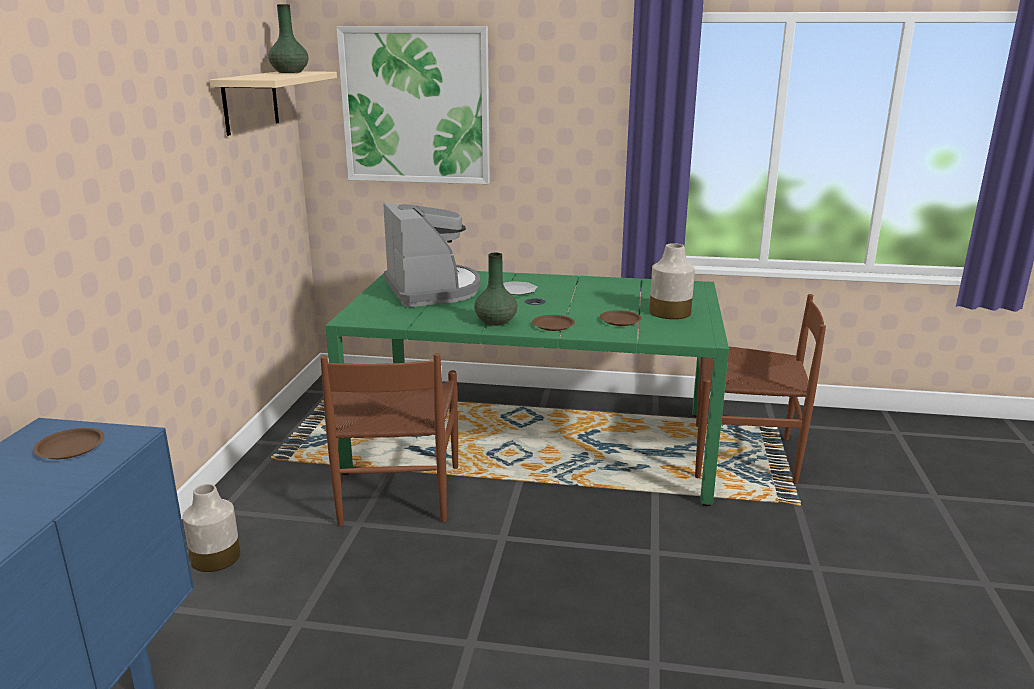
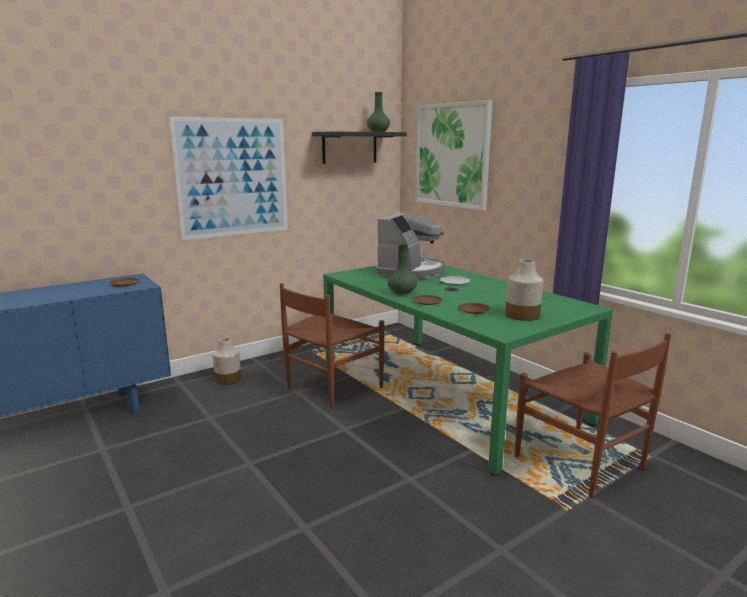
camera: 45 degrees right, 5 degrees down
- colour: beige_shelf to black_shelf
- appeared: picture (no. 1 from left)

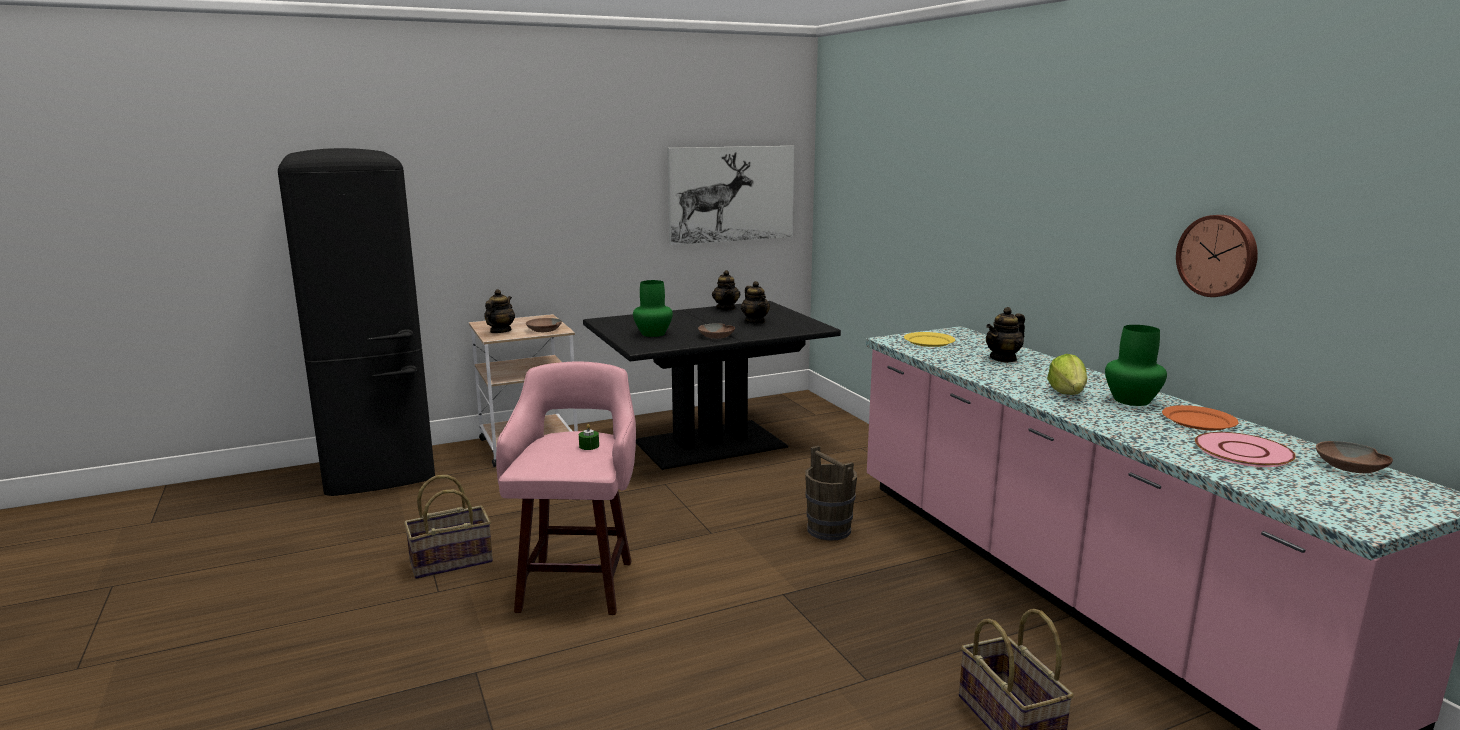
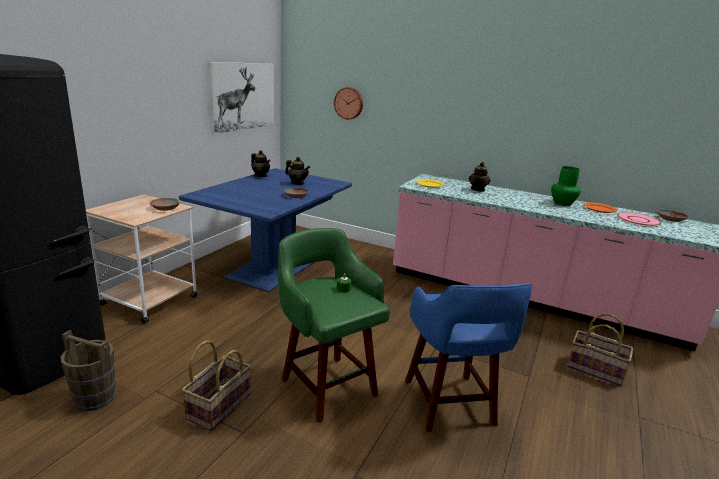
camera: 40 degrees left, 5 degrees up
- relocated: wall_clock
- missing: green_vase (no. 1 from left)
- missing: teapot (no. 1 from left)
- colour: black_dining_table to blue_dining_table
- missing: lettuce
- colour: pink_stool to green_stool
- relocated: brown_bucket
- appeared: blue_stool

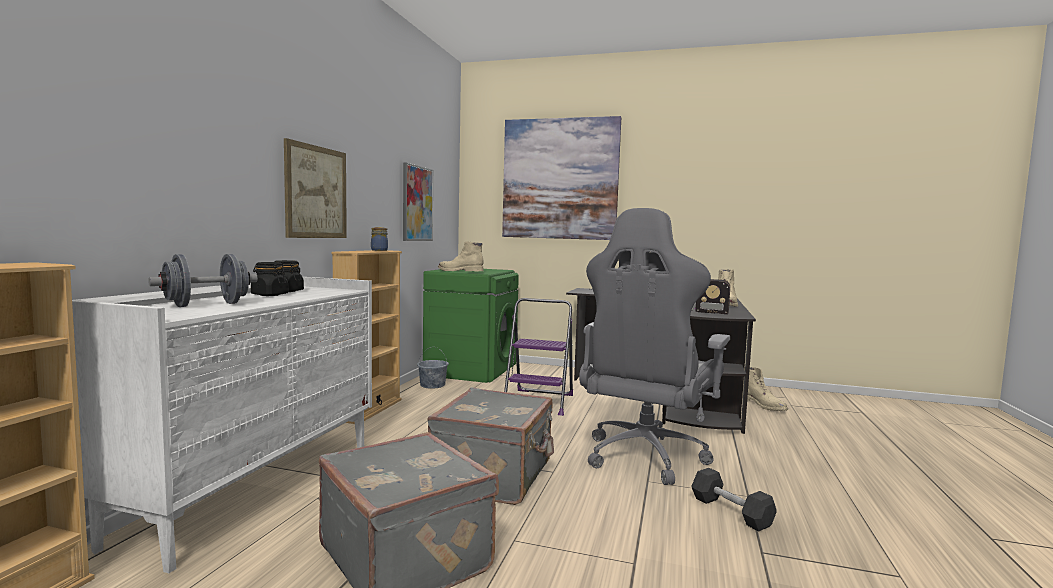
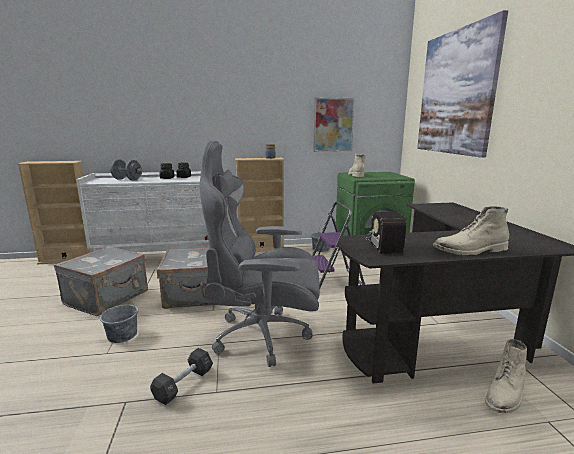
camera: 65 degrees right, 10 degrees up
- missing: picture (no. 1 from left)
- appeared: grey_bucket (no. 1 from left)

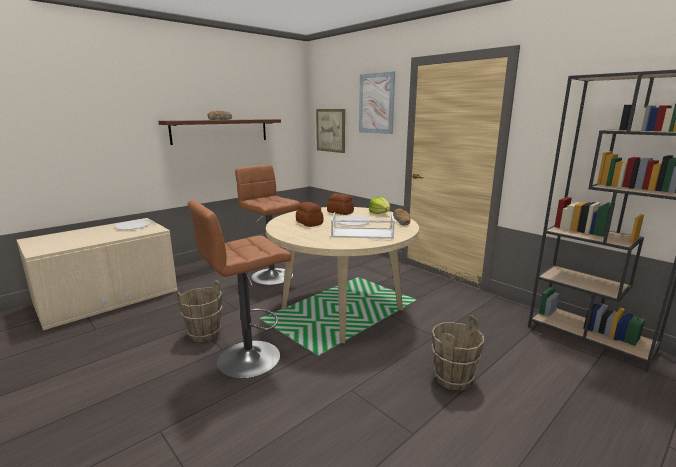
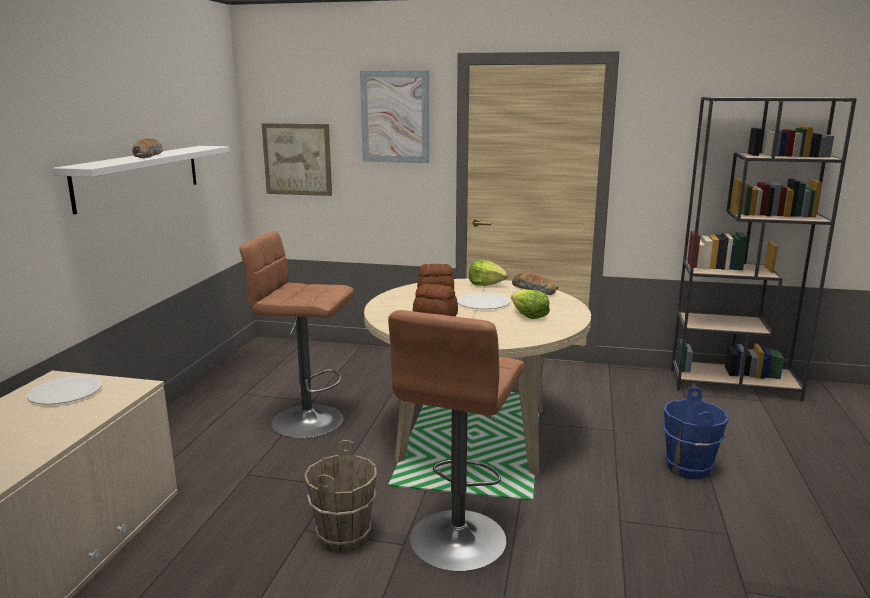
camera: 35 degrees left, 0 degrees up
- colour: brown_shelf to white_shelf
- exchanged: white_tray to lettuce (no. 2 from left)
- colour: brown_bucket (no. 2 from left) to blue_bucket

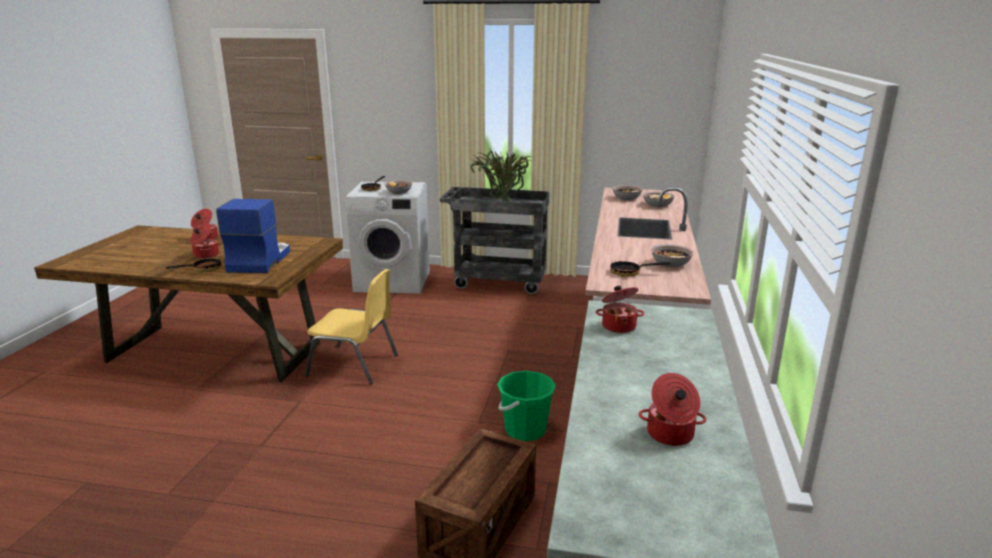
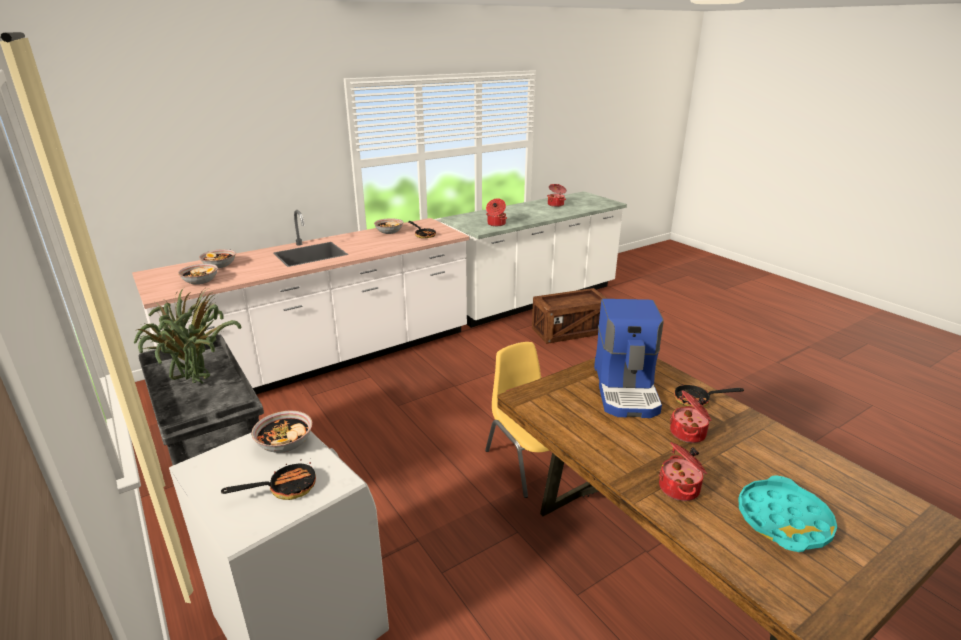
camera: 135 degrees left, 5 degrees up
- spun: coffee_machine 45 degrees counterclockwise
- missing: green_bucket
- appeared: turquoise_tray

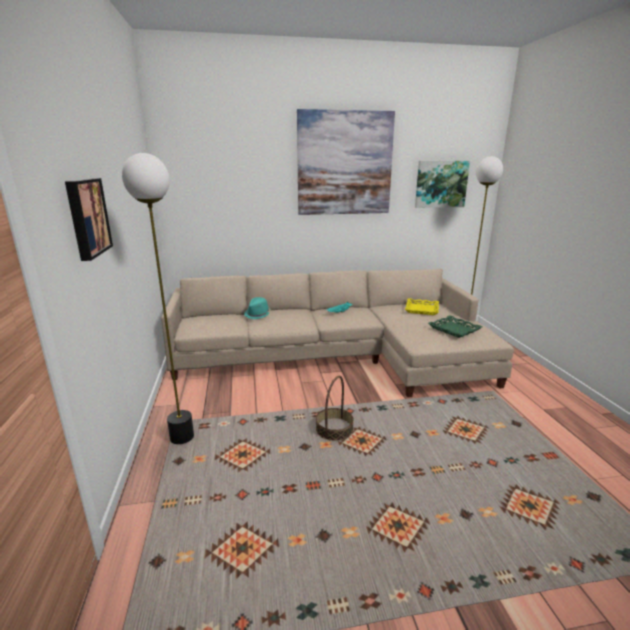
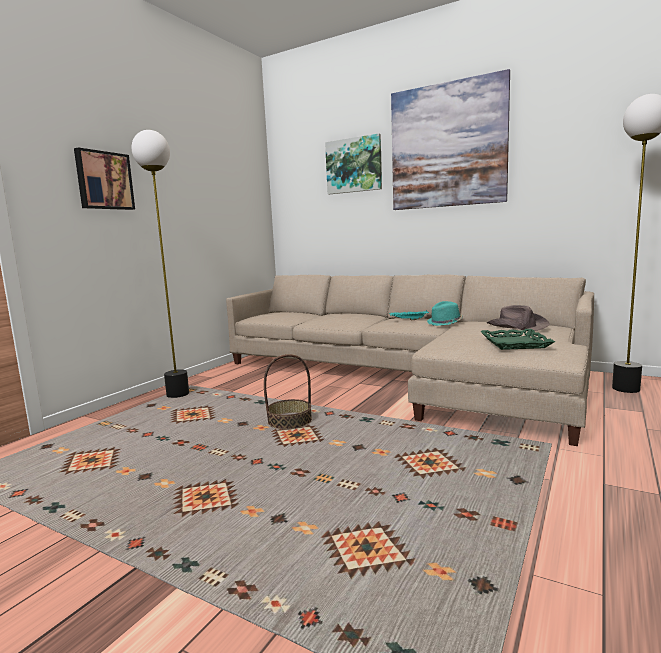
camera: 40 degrees right, 10 degrees down
- relocated: picture (no. 3 from left in the first image) to picture (no. 2 from left)
- relocated: turquoise_hat
- exchanged: yellow_tray to brown_hat

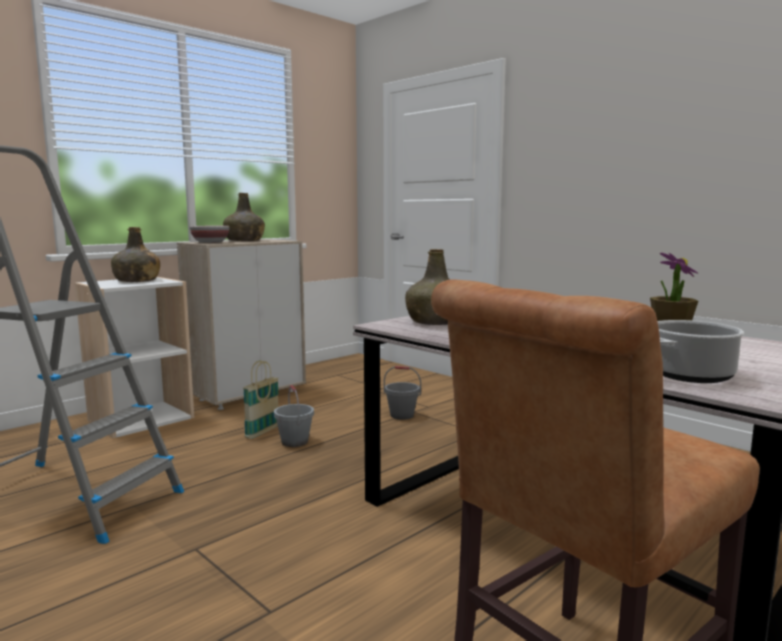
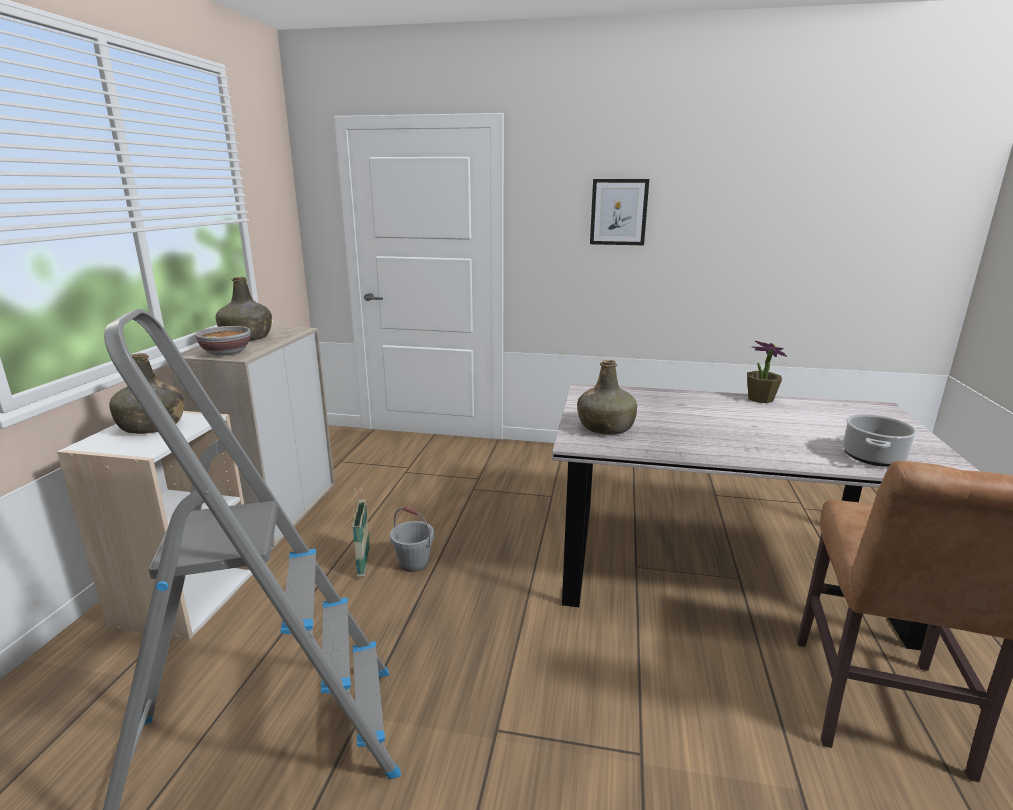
camera: 35 degrees left, 10 degrees up
- missing: grey_bucket (no. 2 from left)
- appeared: picture

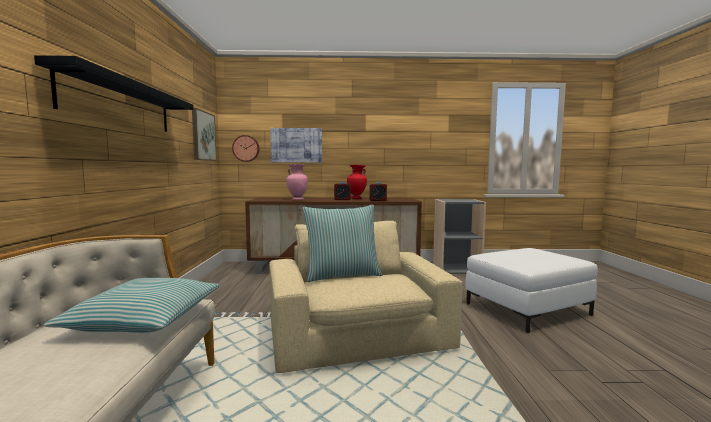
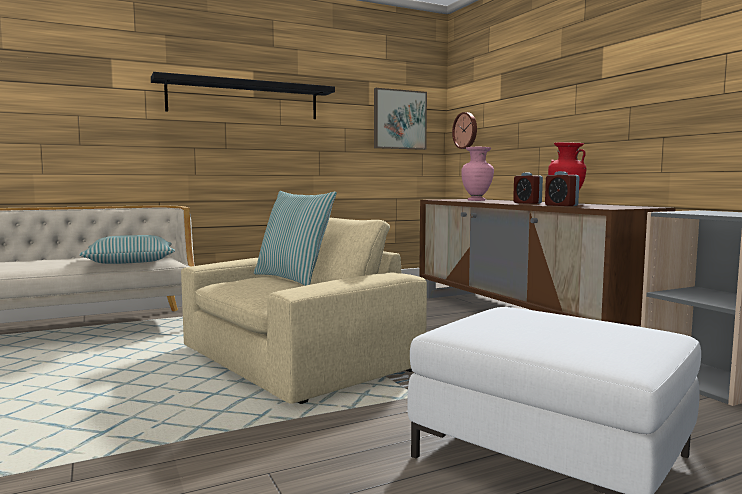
camera: 65 degrees right, 0 degrees up
- missing: picture (no. 2 from left)

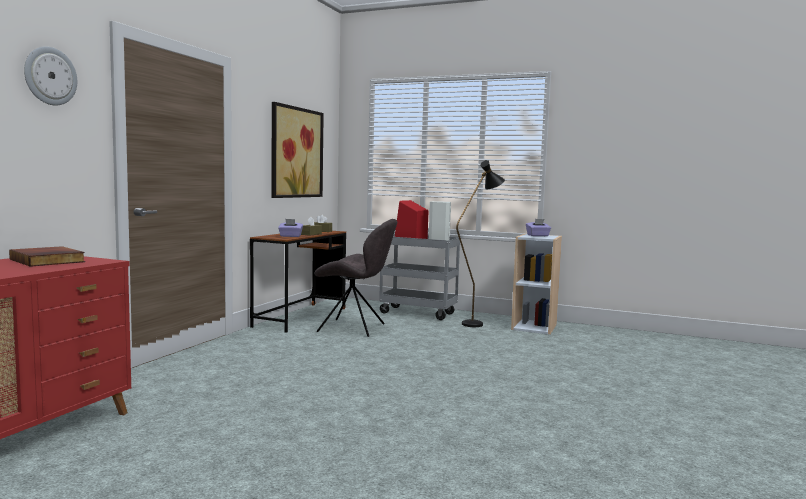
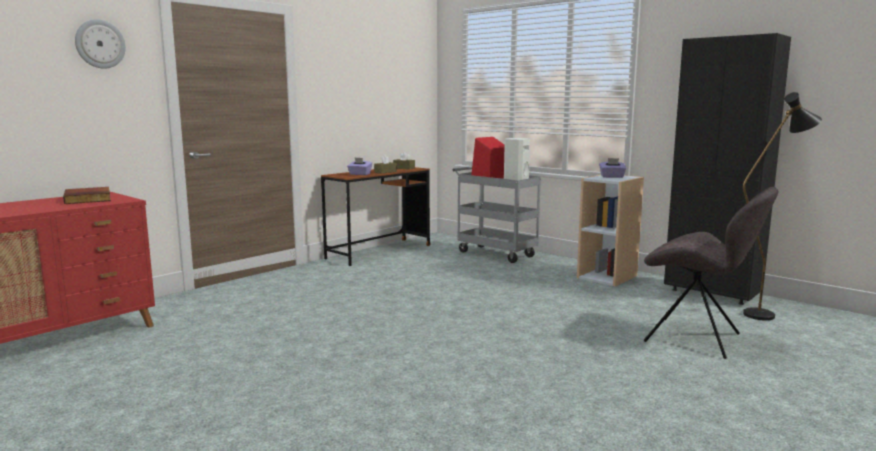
camera: 20 degrees right, 5 degrees up
- missing: picture
- relocated: black_floor_lamp
- relocated: grey_chair
- appeared: black_cabinet

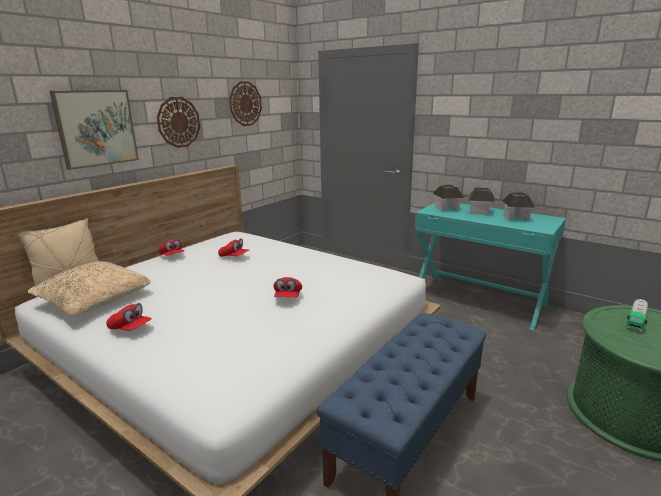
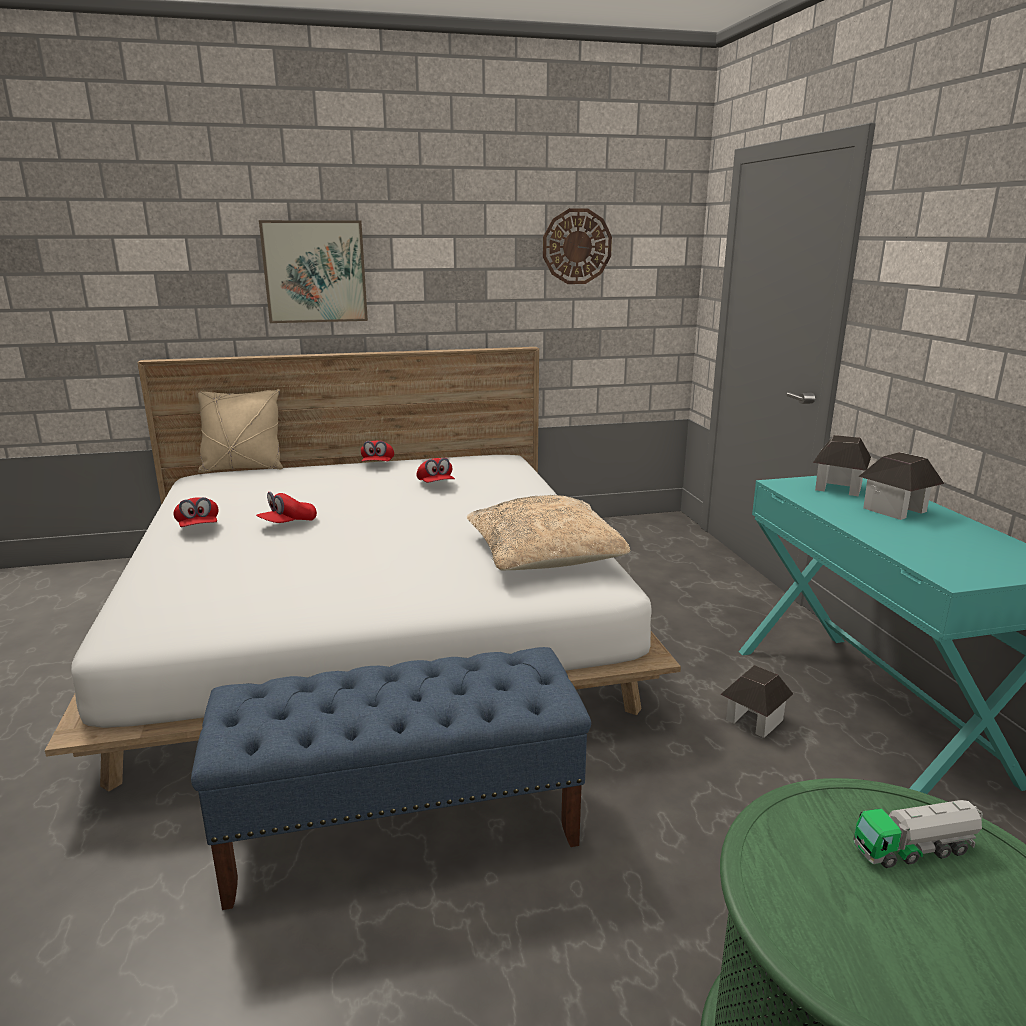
camera: 40 degrees right, 0 degrees up
- missing: wall_clock (no. 1 from left)
- relocated: toy_house (no. 3 from left in the first image) to toy_house (no. 1 from left)
- relocated: beige_pillow (no. 2 from left)
- relocated: red_cap (no. 4 from left in the first image) to red_cap (no. 2 from left)

